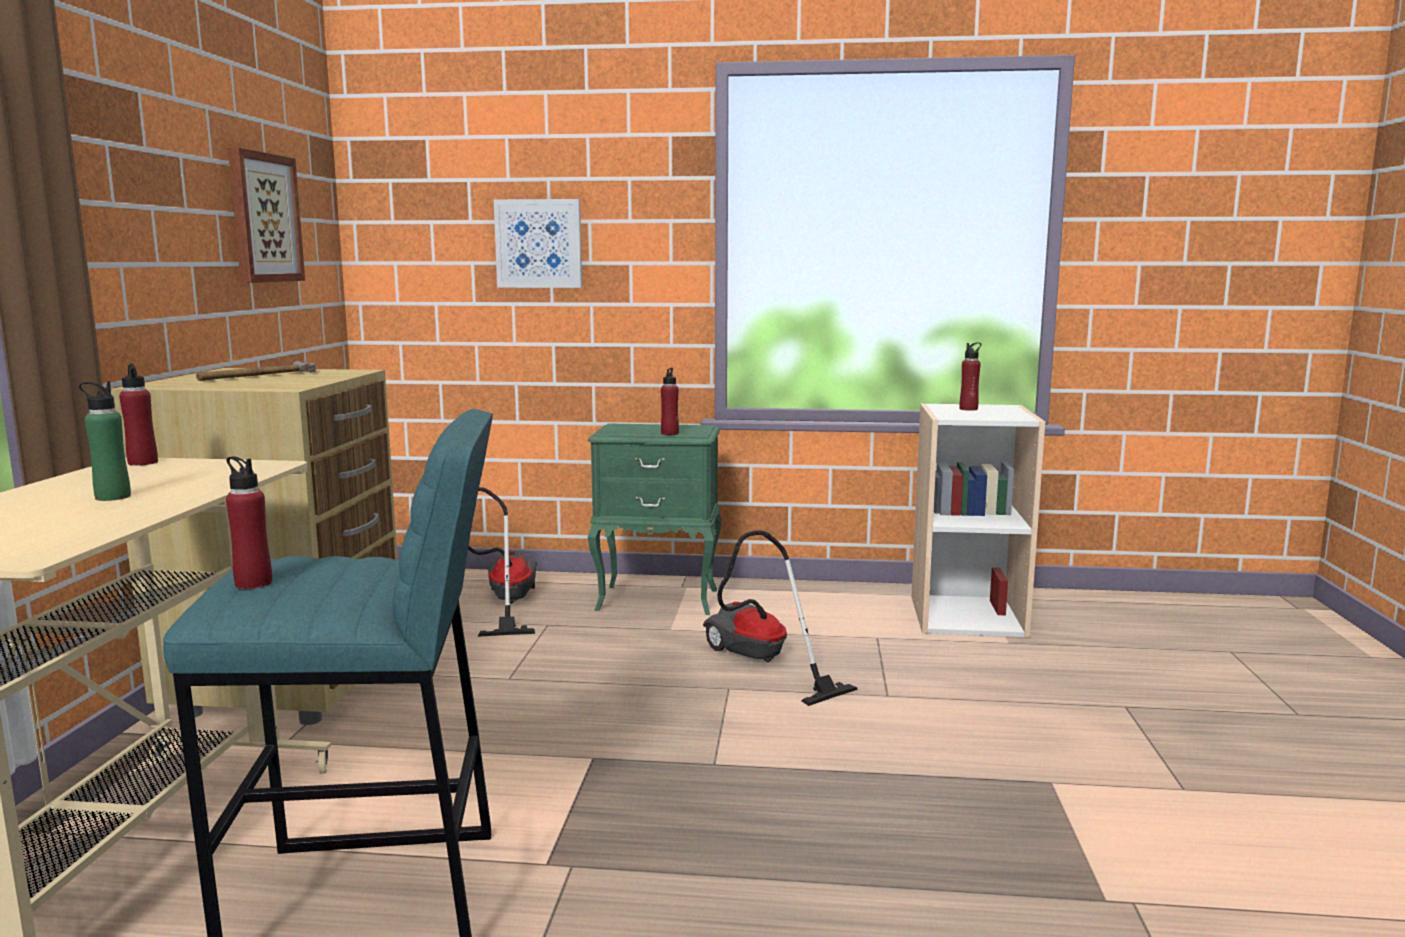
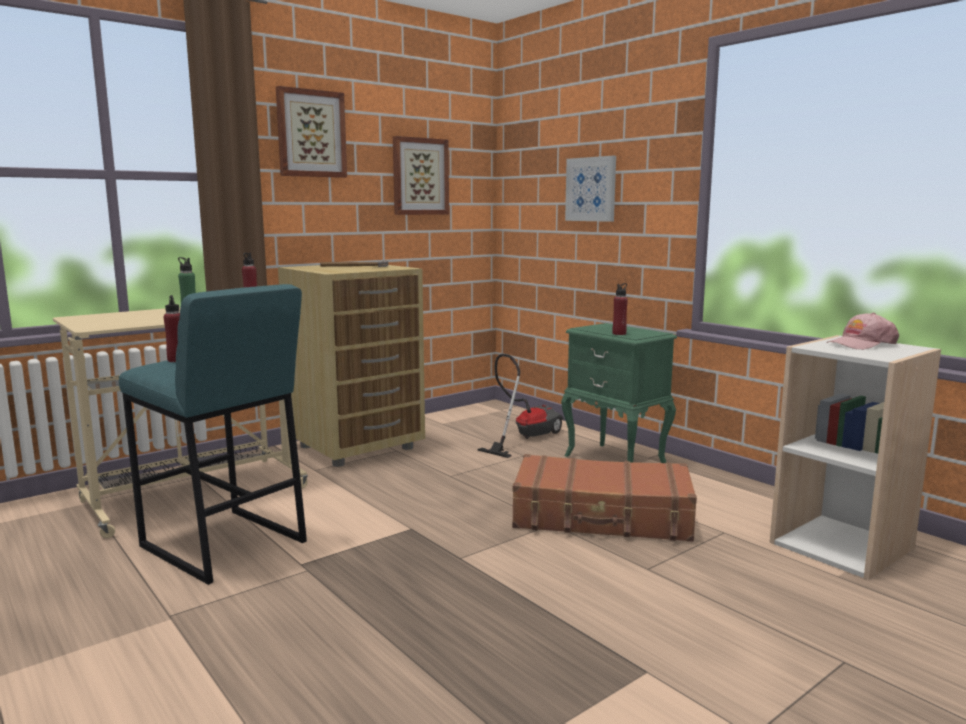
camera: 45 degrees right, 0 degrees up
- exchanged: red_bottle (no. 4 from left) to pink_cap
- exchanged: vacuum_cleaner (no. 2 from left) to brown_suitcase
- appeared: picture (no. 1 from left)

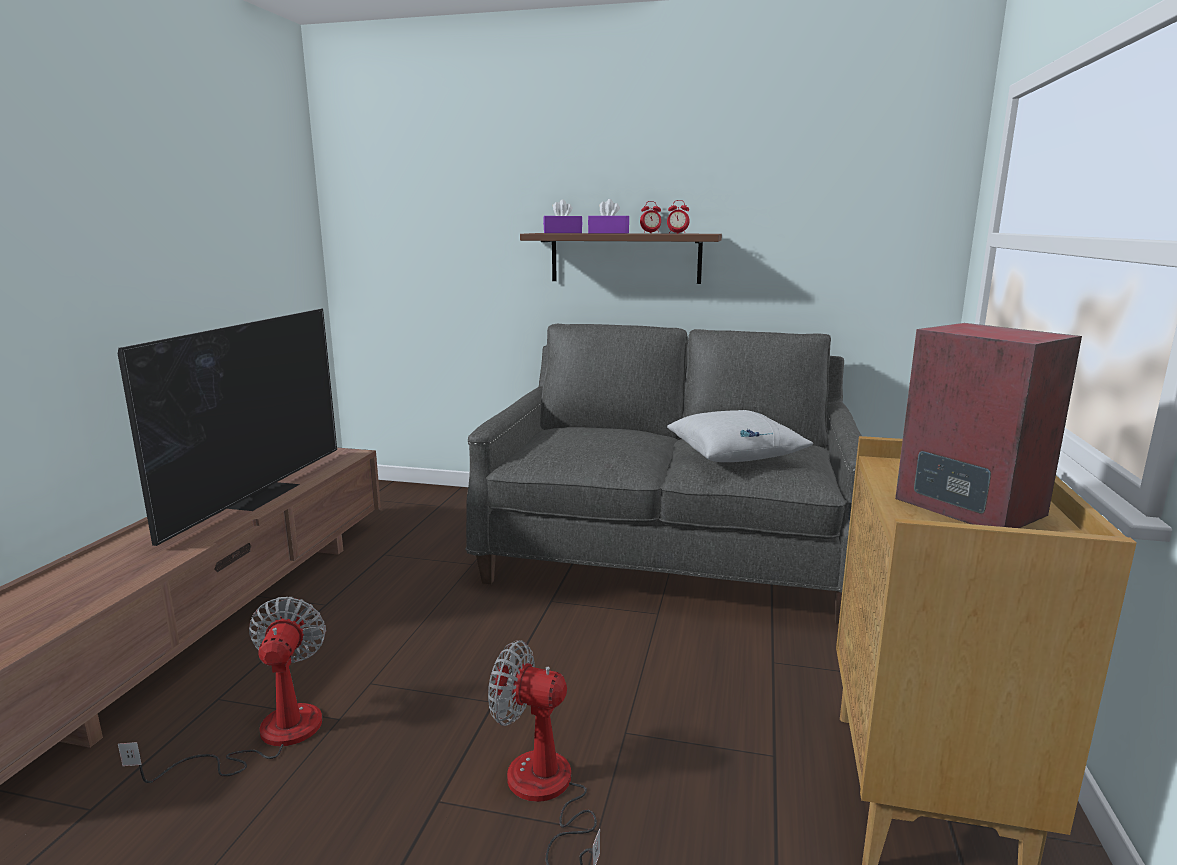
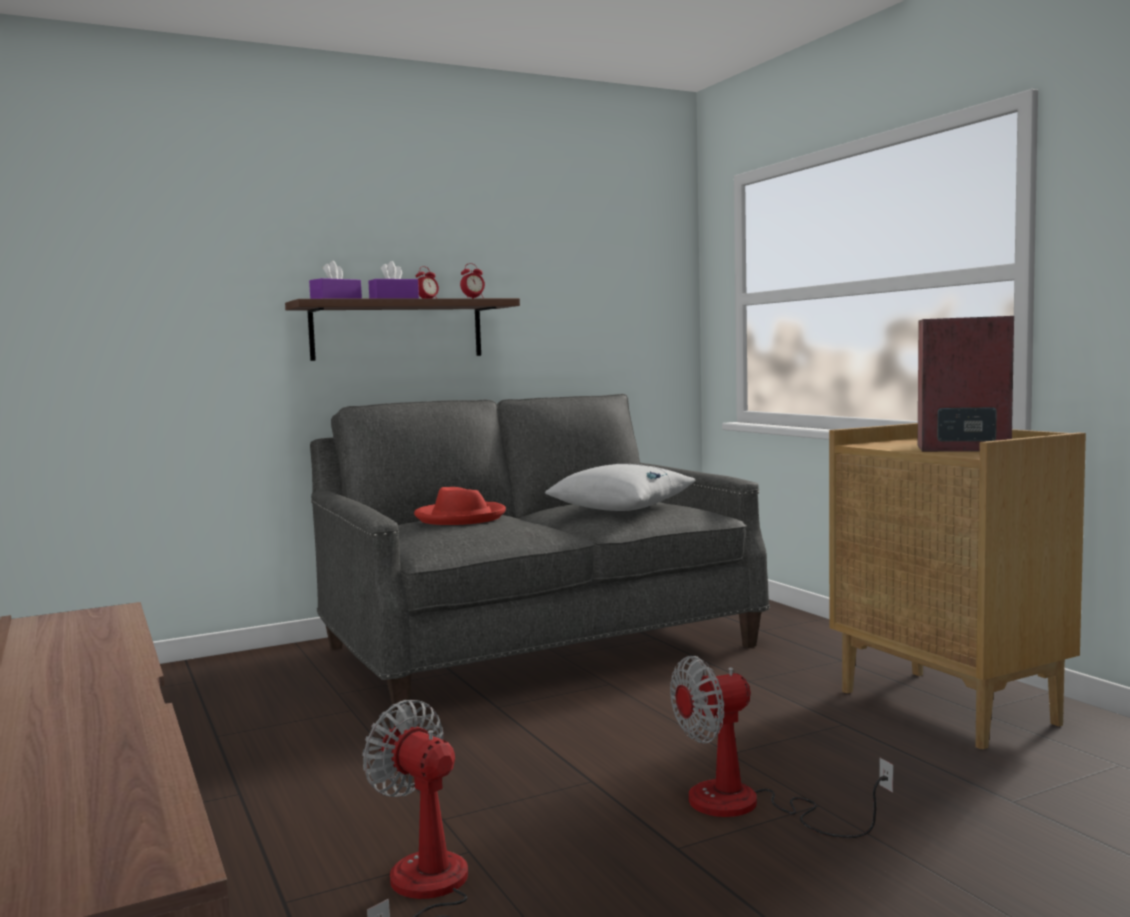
camera: 40 degrees left, 10 degrees down
- missing: television
- appeared: red_hat

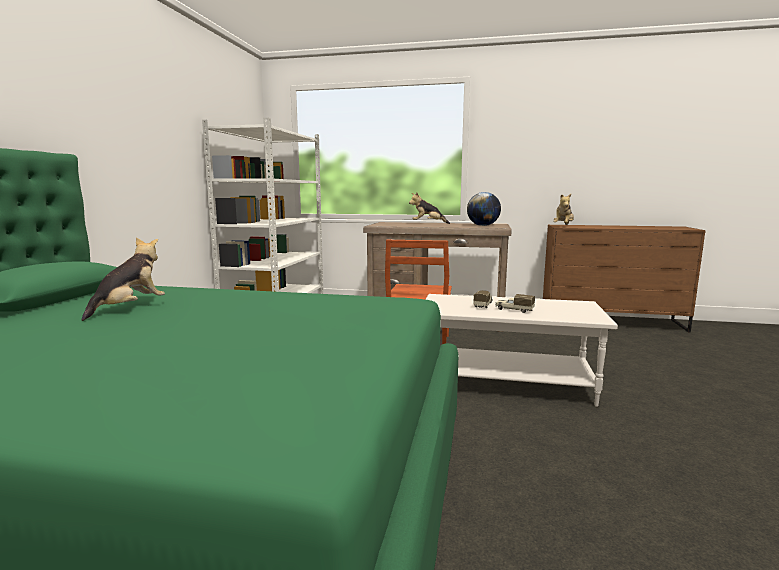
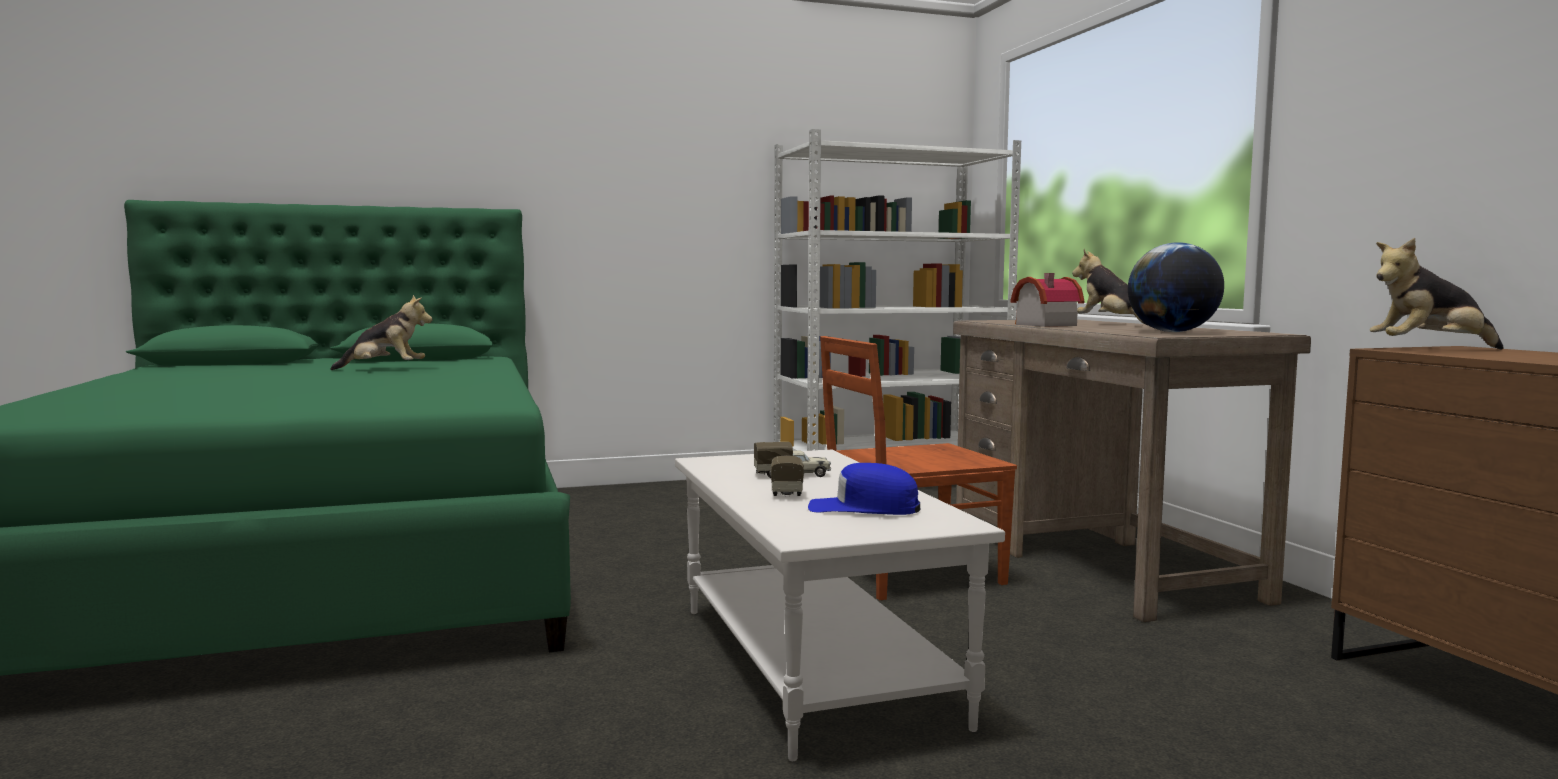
camera: 60 degrees right, 5 degrees down
- appeared: toy_house
- appeared: blue_cap

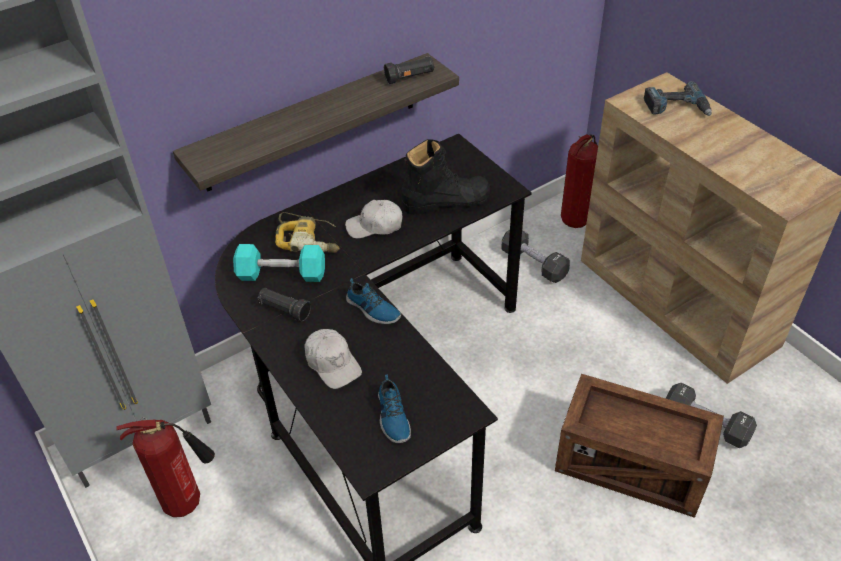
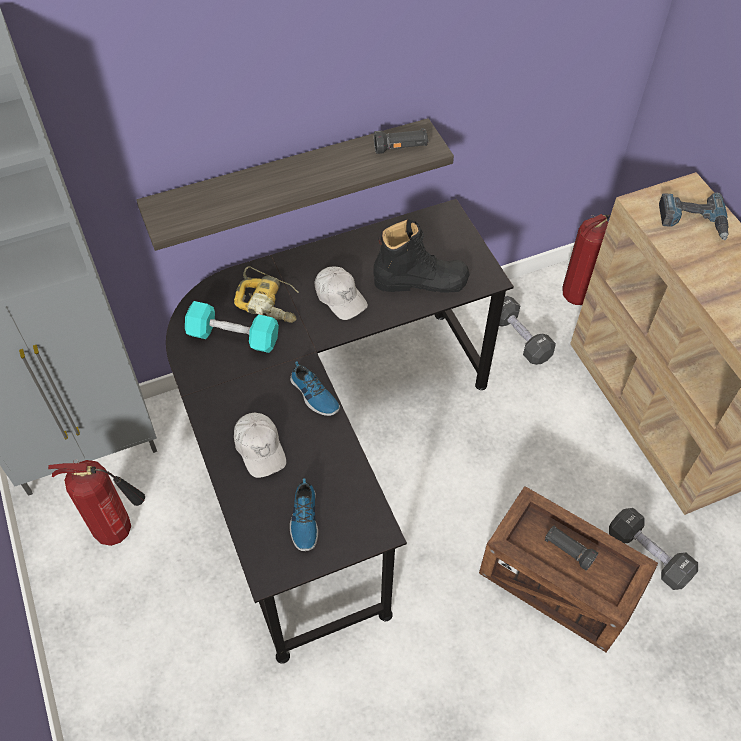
camera: 10 degrees right, 10 degrees up
- spun: white_cap (no. 2 from left) 135 degrees counterclockwise
- relocated: black_flashlight (no. 1 from left in the first image) to black_flashlight (no. 2 from left)

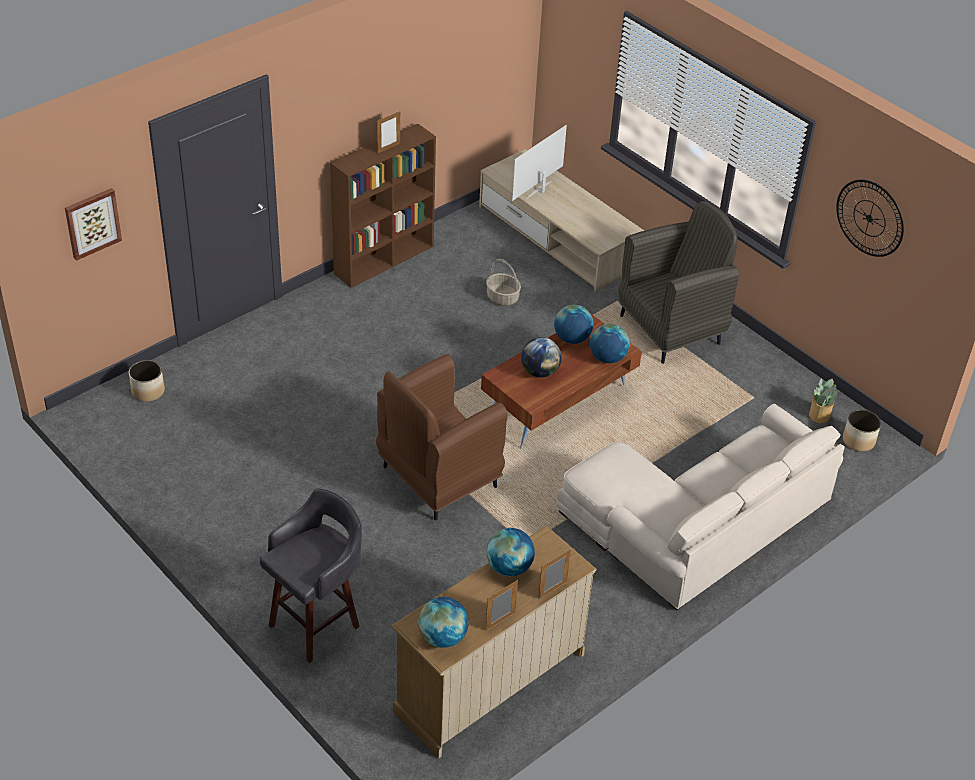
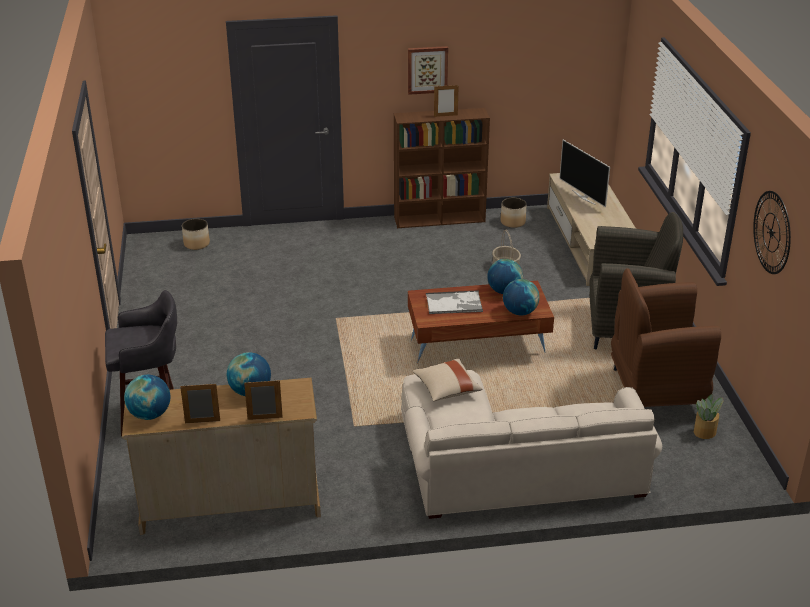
camera: 35 degrees right, 10 degrees down
- spun: television 105 degrees counterclockwise
- relocated: picture
- exchanged: globe (no. 3 from left) to tray
- relocated: brown_armchair
- relocated: planter (no. 2 from left)
- appeared: beige_pillow

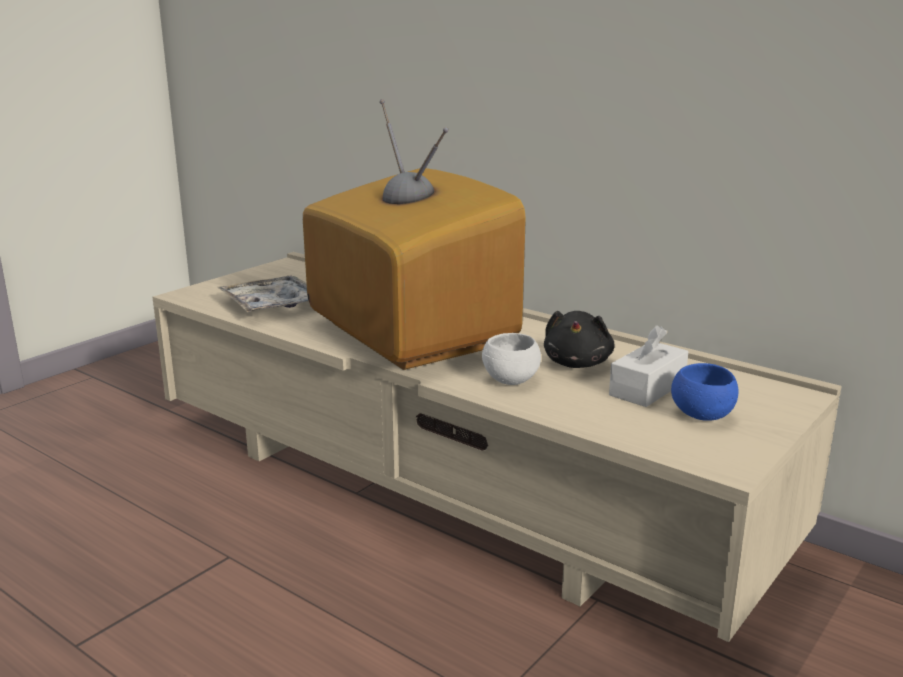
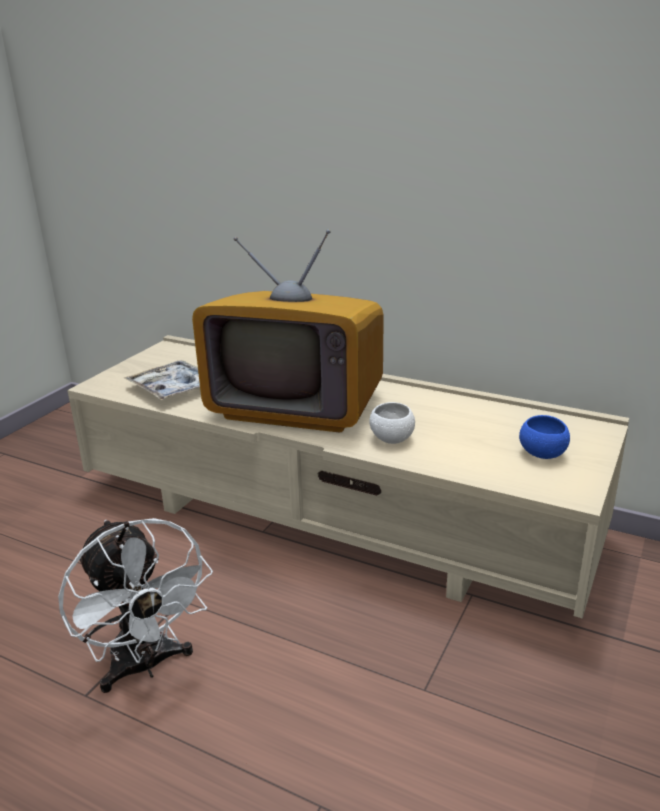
camera: 10 degrees left, 5 degrees up
- spun: television 150 degrees clockwise
- missing: black_plush_toy
- missing: white_tissue_box
- appeared: white_fan

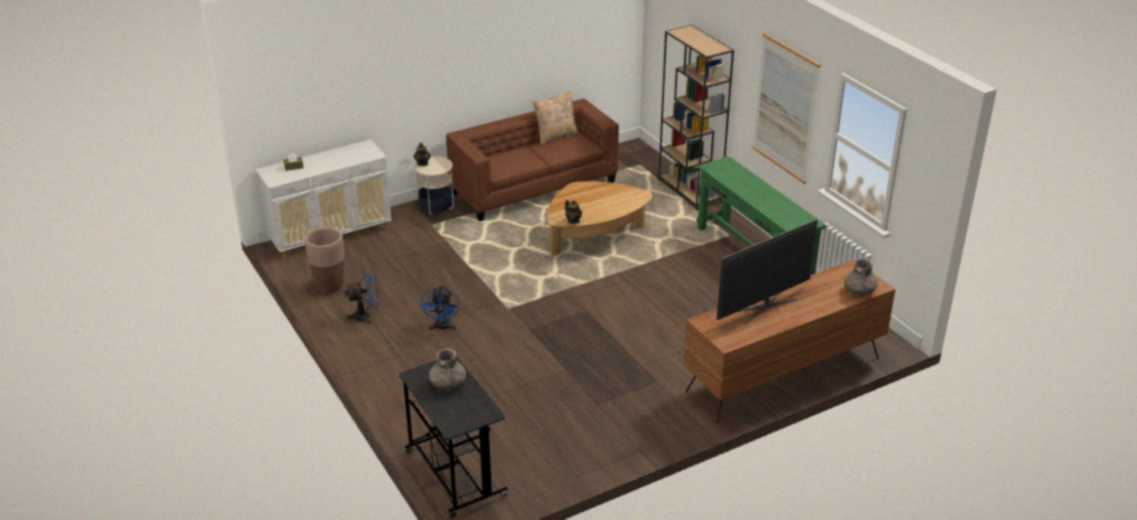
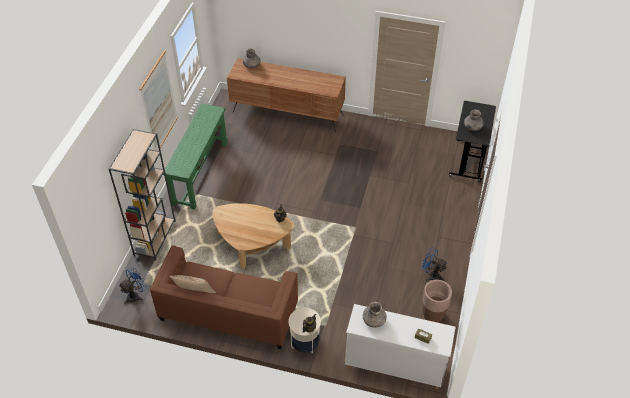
camera: 135 degrees left, 15 degrees up
- missing: television
- relocated: blue_fan (no. 2 from left in the first image) to blue_fan (no. 1 from left)
- appeared: grey_vase (no. 2 from left)

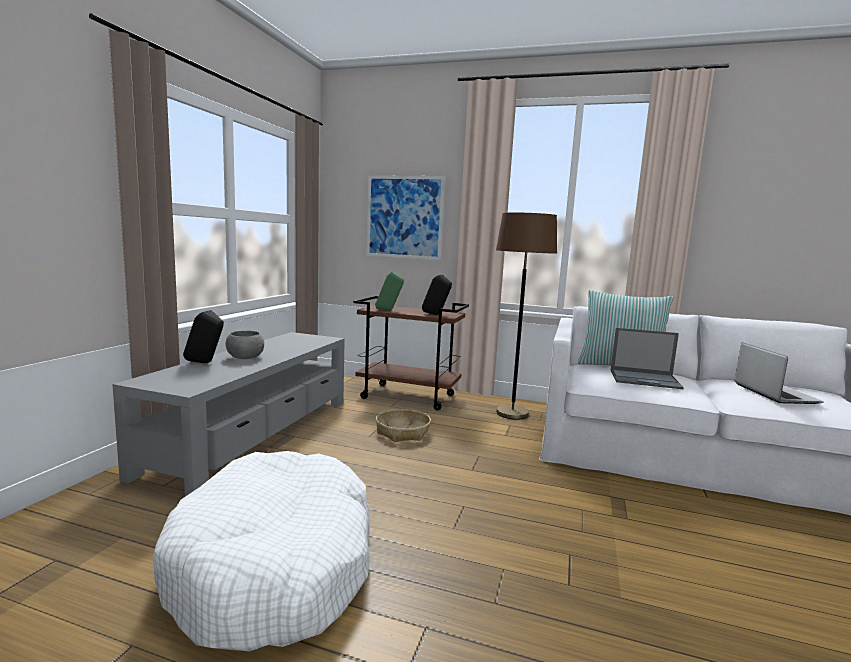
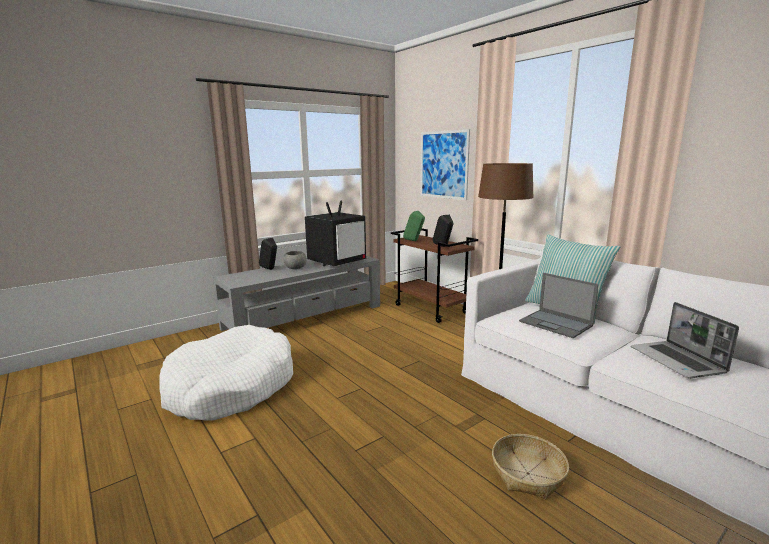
camera: 35 degrees right, 5 degrees up
- spun: laptop (no. 2 from left) 135 degrees clockwise
- relocated: basket
- appeared: television

